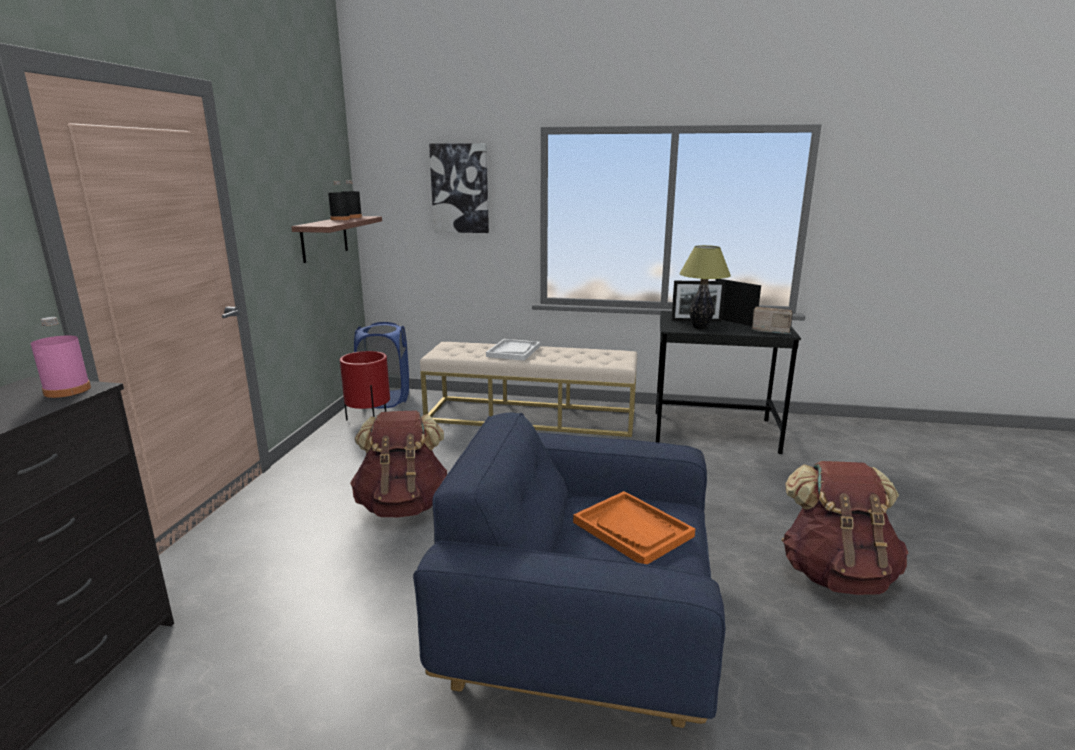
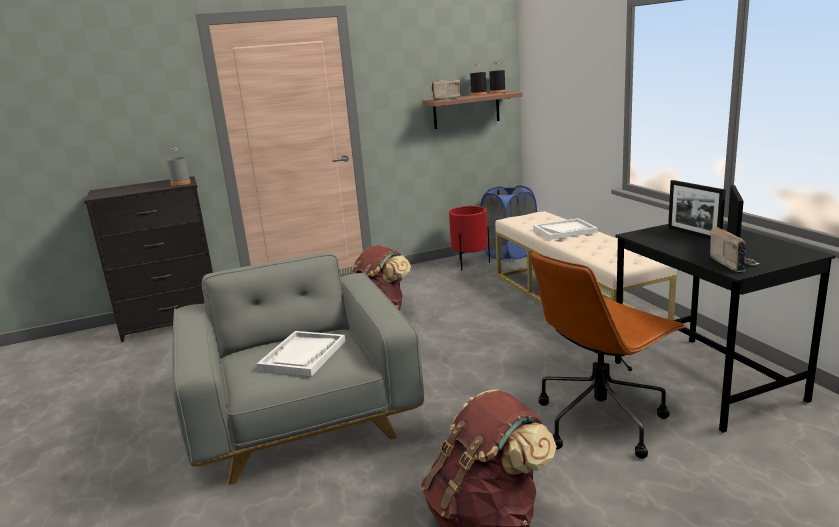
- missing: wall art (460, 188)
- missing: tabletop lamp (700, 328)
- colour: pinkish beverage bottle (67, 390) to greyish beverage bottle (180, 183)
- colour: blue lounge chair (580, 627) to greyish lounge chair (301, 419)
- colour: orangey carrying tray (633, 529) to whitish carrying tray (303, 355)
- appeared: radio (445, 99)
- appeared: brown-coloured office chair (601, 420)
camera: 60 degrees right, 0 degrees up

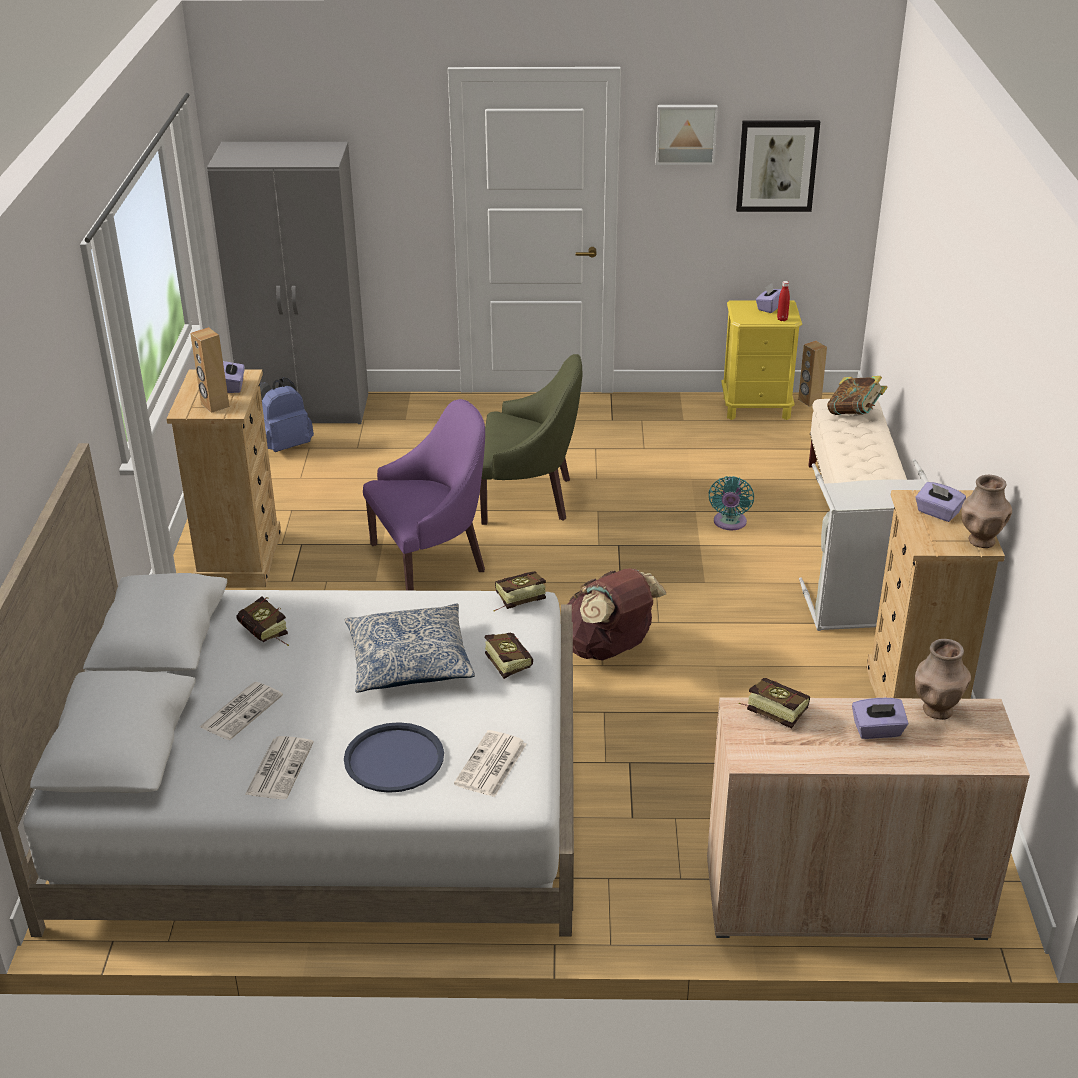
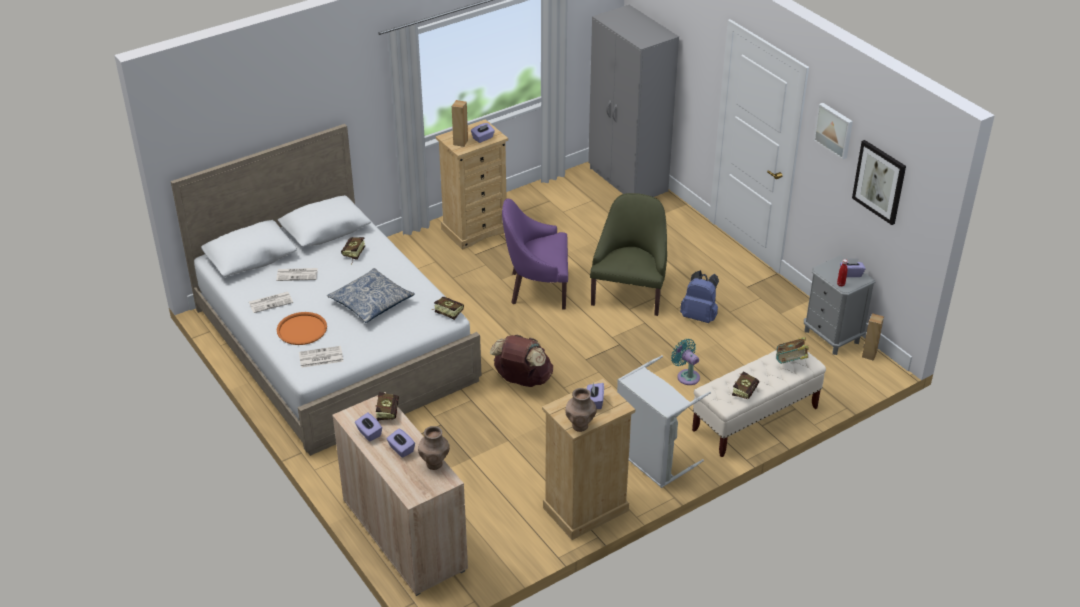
- colour: yellow nightstand (756, 408) to greyish nightstand (832, 336)
- spun: greenish lounge chair (529, 498) = (629, 293) 135 degrees counterclockwise
- relocated: blue knapsack (285, 445) to (699, 316)
- spun: purple lounge chair (431, 560) = (537, 288) 150 degrees clockwise
- spun: turquoise-coloured fan (729, 523) = (686, 376) 75 degrees clockwise
- relocated: volume (506, 662) to (746, 391)
- colour: blue carrying tray (394, 759) to orangey carrying tray (302, 329)
- appeared: purple box of tissues (369, 433)
camera: 55 degrees right, 5 degrees up

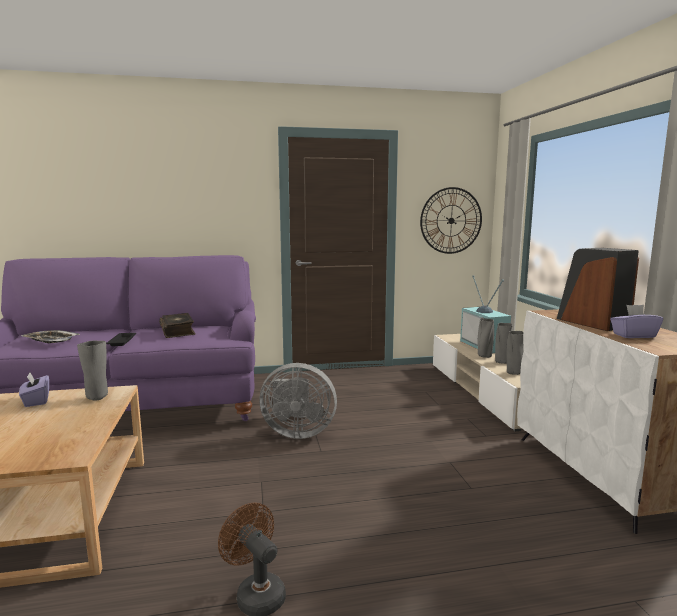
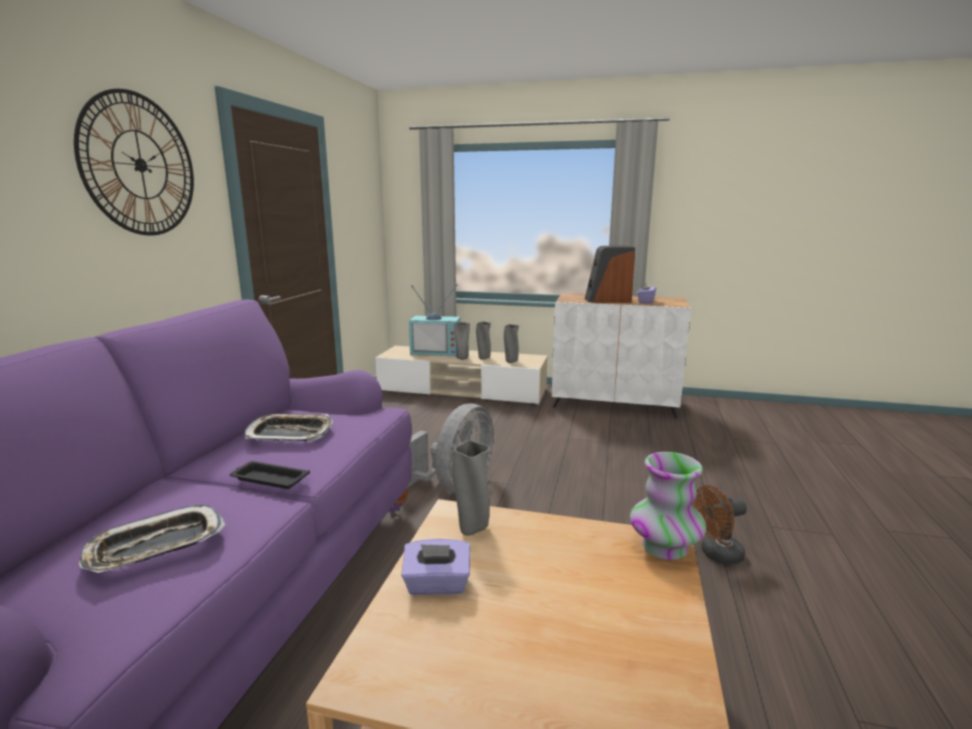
- relocated: hanging clock (451, 220) to (140, 165)
- exchanged: volume (178, 331) to carrying tray (290, 433)
- appeared: decorative vase (664, 547)
camera: 65 degrees left, 5 degrees up

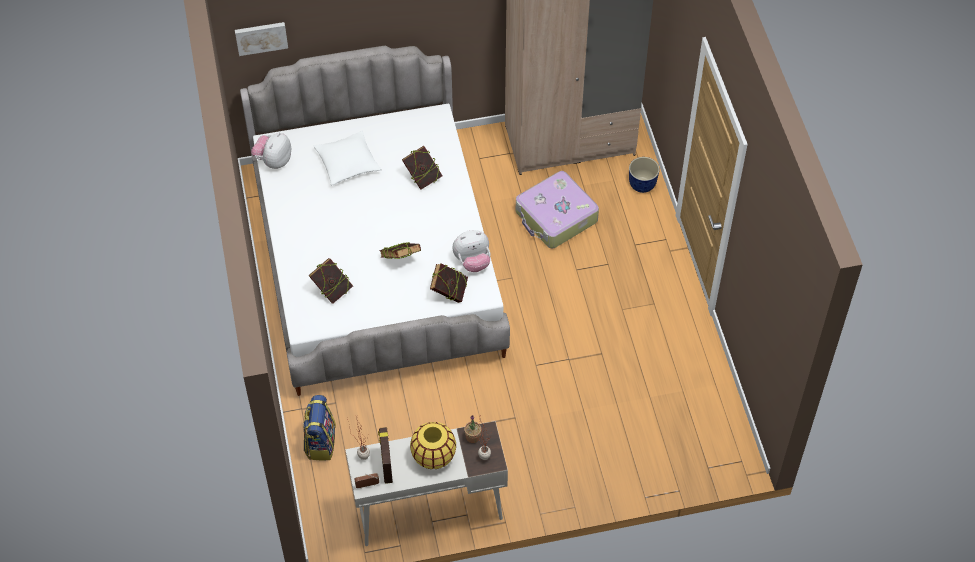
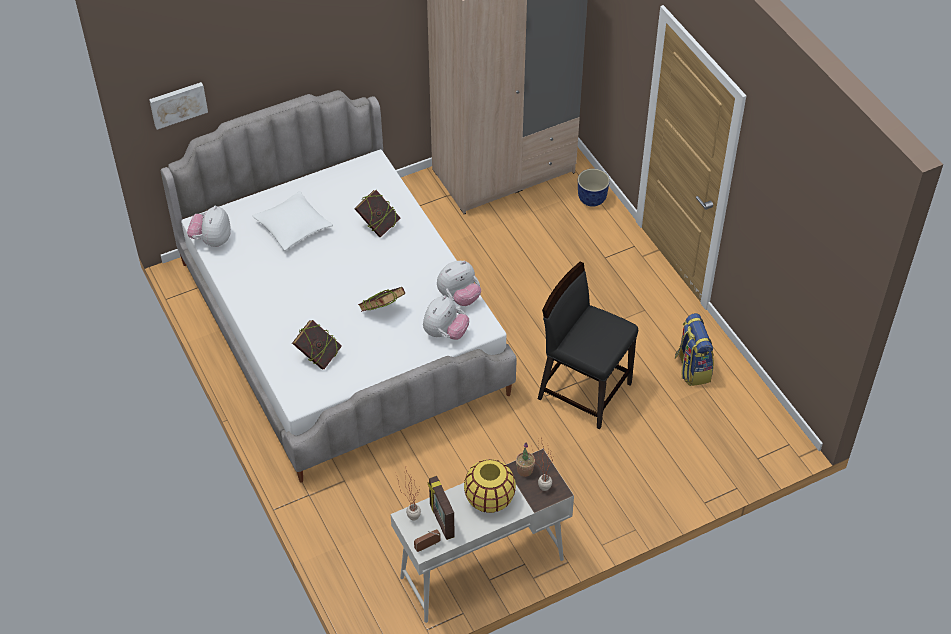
- missing: suitcase (556, 217)
- exchanged: volume (449, 293) to plush toy (445, 333)
- relocated: knapsack (320, 442) to (692, 368)
- appeared: blackish chair (584, 390)
camera: 15 degrees left, 5 degrees down

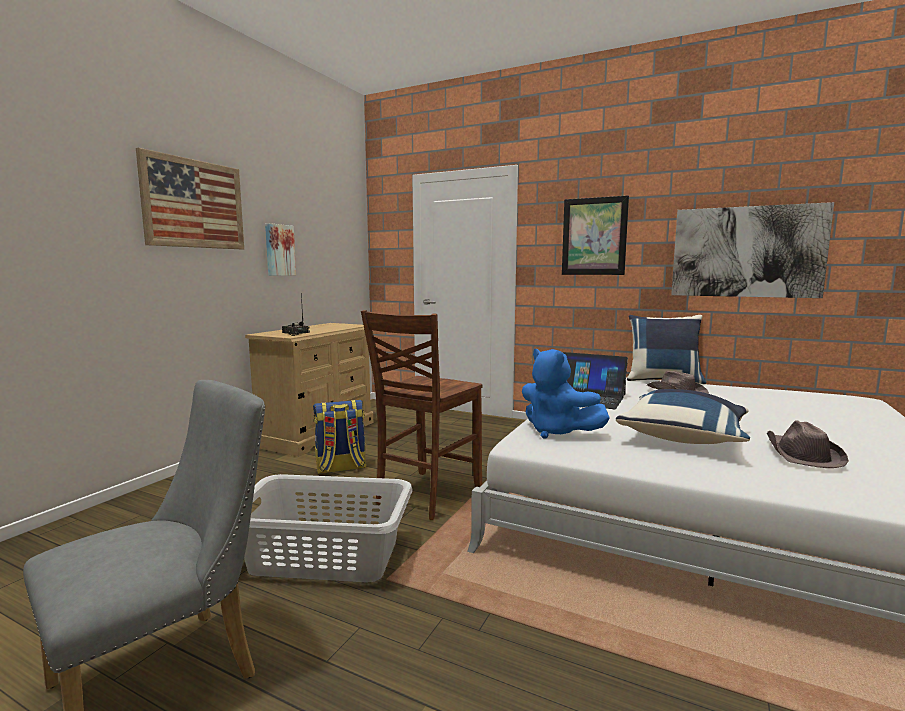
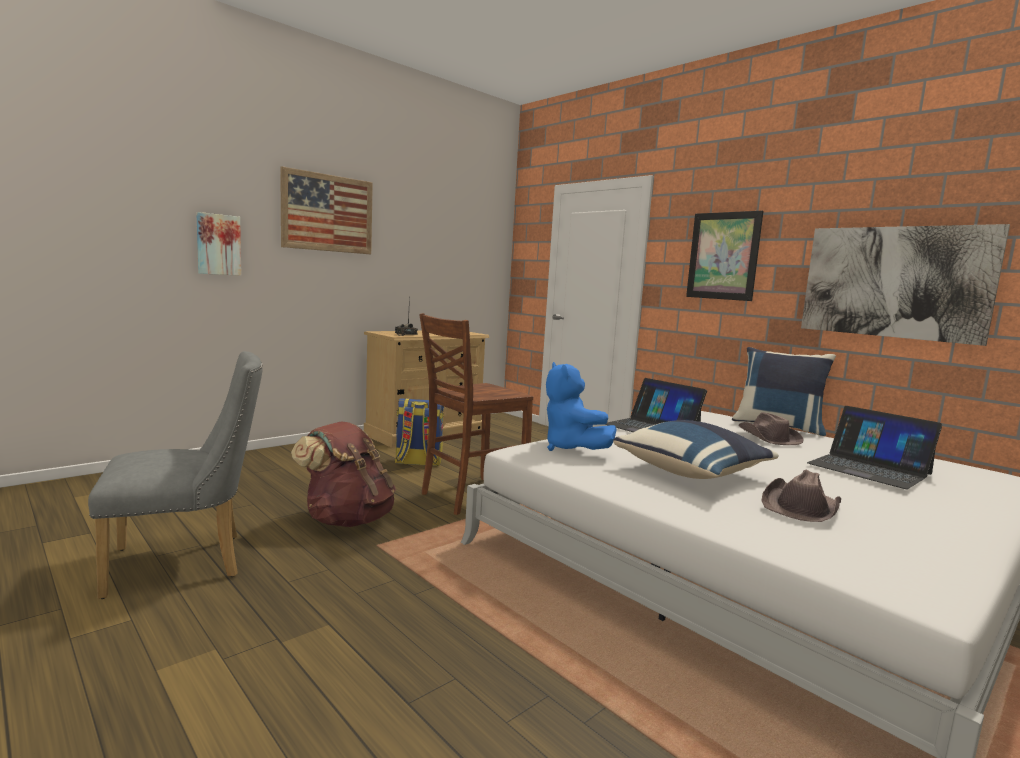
- relocated: wall art (279, 250) to (218, 244)
- exchanged: greyish washing basket (325, 555) to brown-coloured knapsack (347, 519)
- appeared: notebook computer (869, 468)
camera: 20 degrees right, 0 degrees up

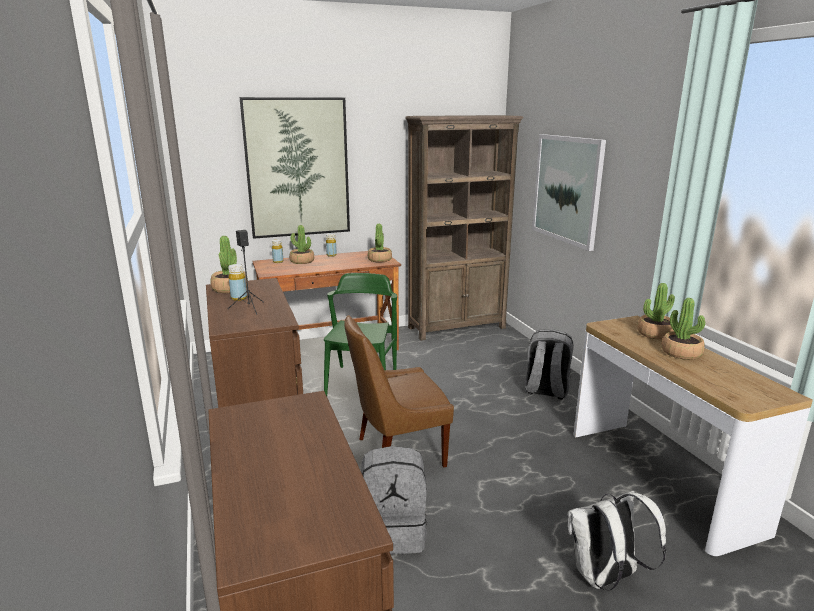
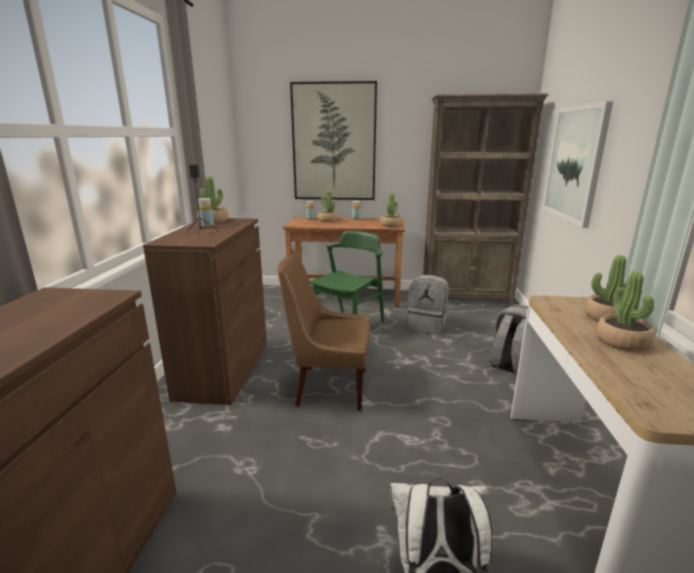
- relocated: greyish knapsack (394, 532) to (427, 326)
camera: 25 degrees right, 0 degrees up

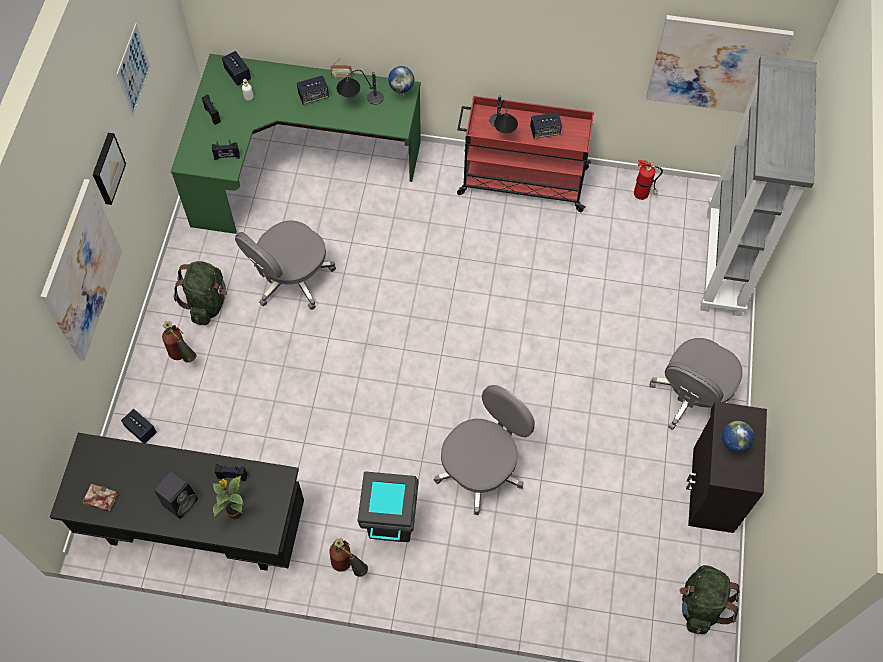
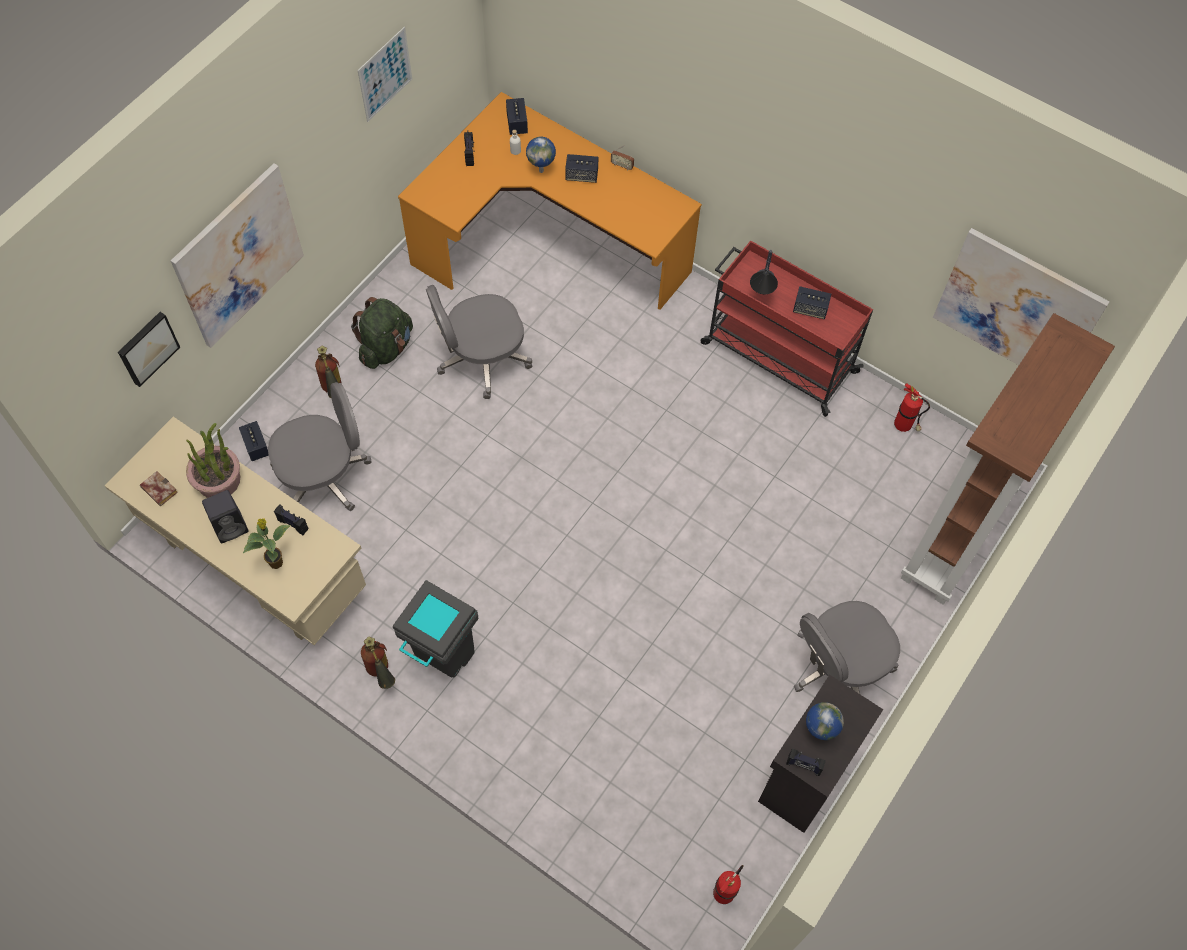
- colour: greenish desk table (295, 167) to orangey desk table (548, 246)
- colour: greyish bookcase (724, 263) to brown-coloured bookcase (957, 539)
- relocated: world globe (402, 95) to (541, 170)
- missing: tabletop lamp (359, 103)
- relocated: wall art (106, 168) to (147, 347)
- relocated: radio (227, 156) to (803, 766)
- relocated: greyish office chair (481, 469) to (324, 476)
- colour: blackish desk table (195, 529) to beige-coloured desk table (255, 567)
- exchanged: greenish knapsack (701, 605) to fire extinguisher (725, 891)
- appeared: potted plant (219, 480)
camera: 25 degrees right, 0 degrees up

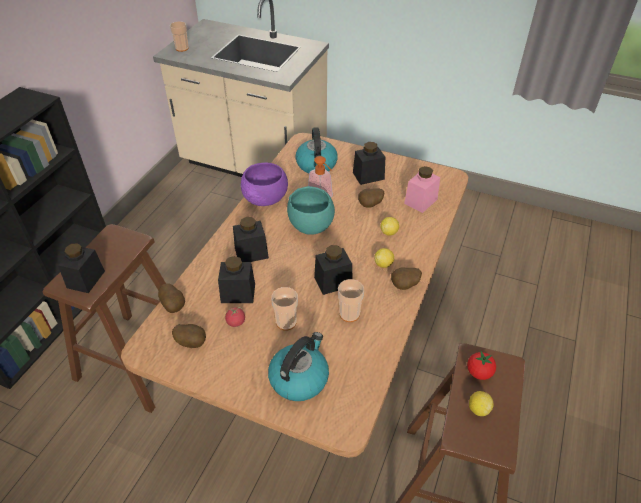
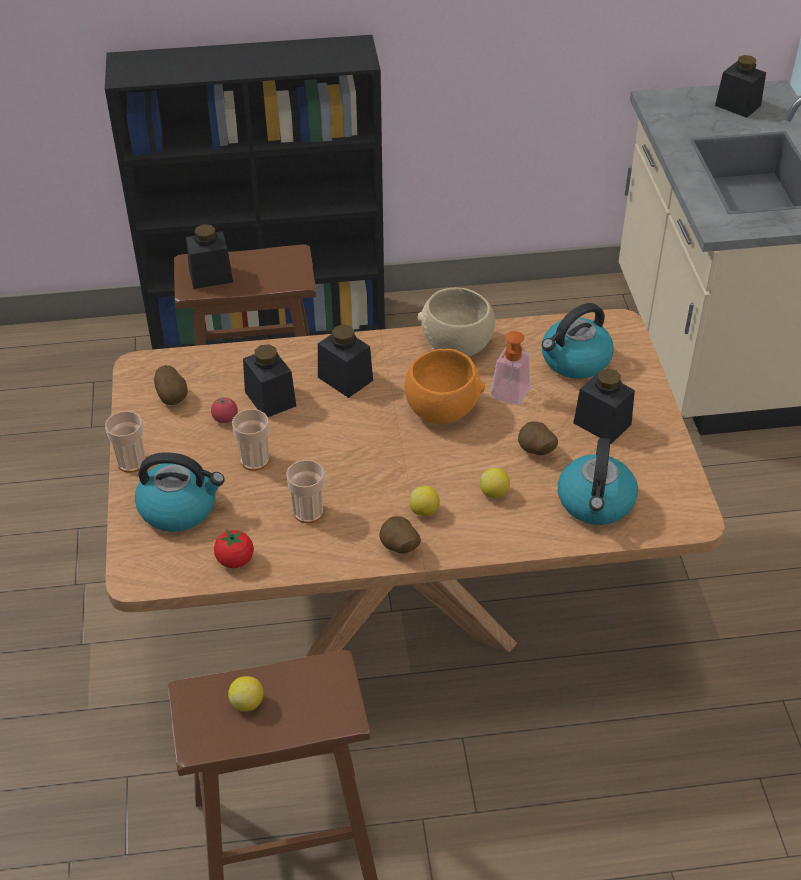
- relocated: cup (182, 48) to (131, 462)
- colour: purple serving bowl (265, 198) to beige-coloured serving bowl (456, 344)
- exchanged: pinkish storage jar (420, 201) to tea kettle (596, 503)
- colour: turquoise-coloured serving bowl (310, 224) to orangey serving bowl (442, 408)
- relocated: blackish storage jar (333, 281) to (737, 105)
- missing: potato (174, 306)
- relocated: whole tomato (479, 372) to (235, 560)
camera: 60 degrees right, 0 degrees up

